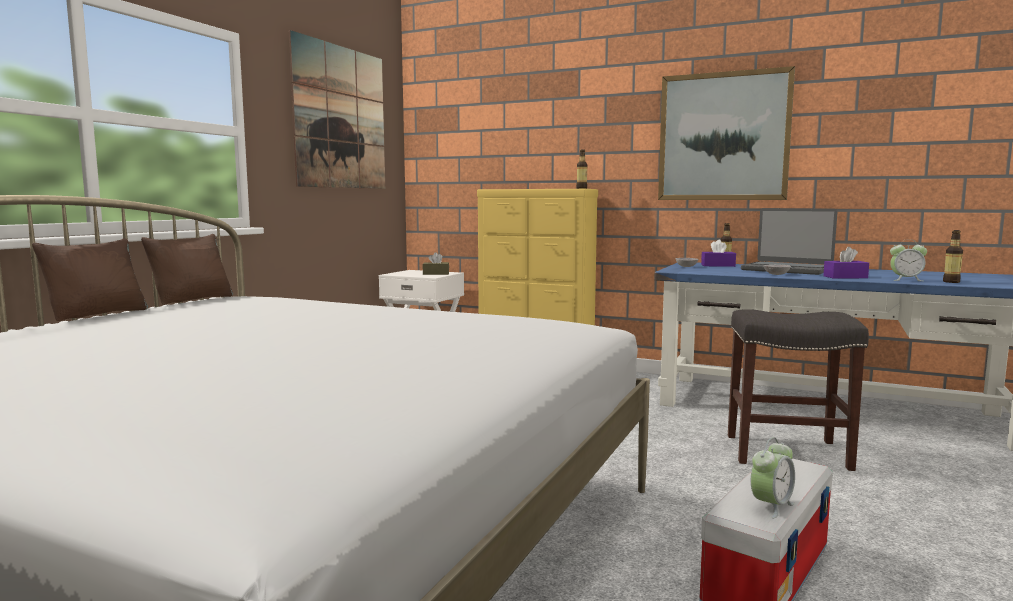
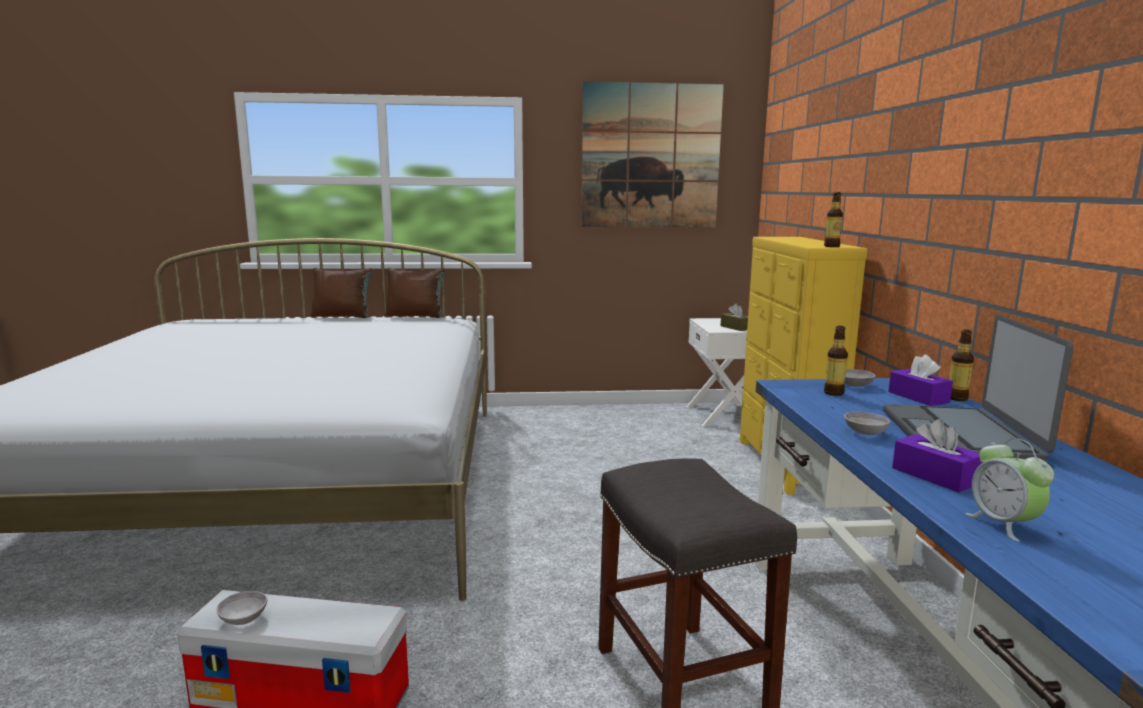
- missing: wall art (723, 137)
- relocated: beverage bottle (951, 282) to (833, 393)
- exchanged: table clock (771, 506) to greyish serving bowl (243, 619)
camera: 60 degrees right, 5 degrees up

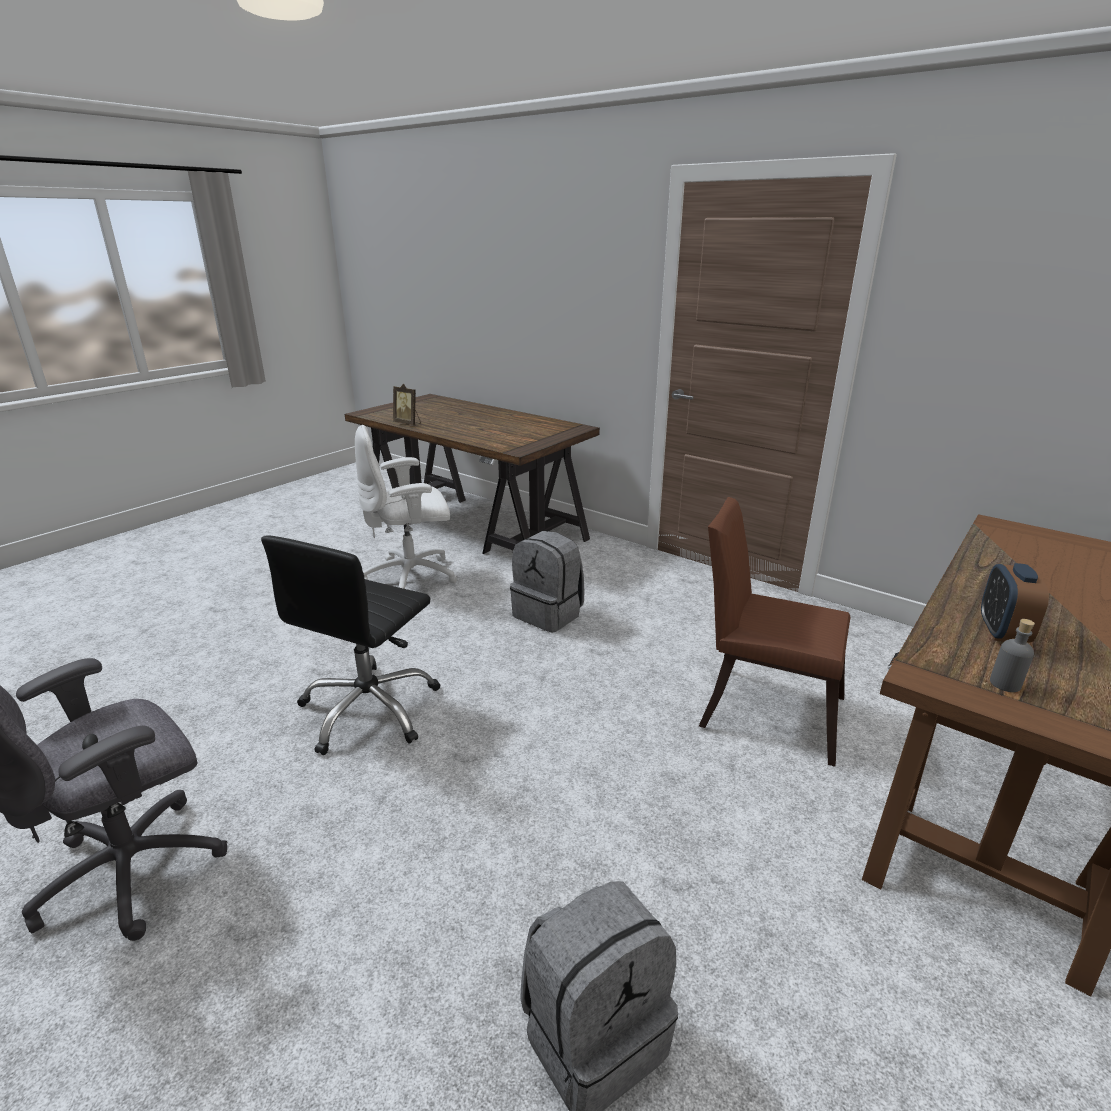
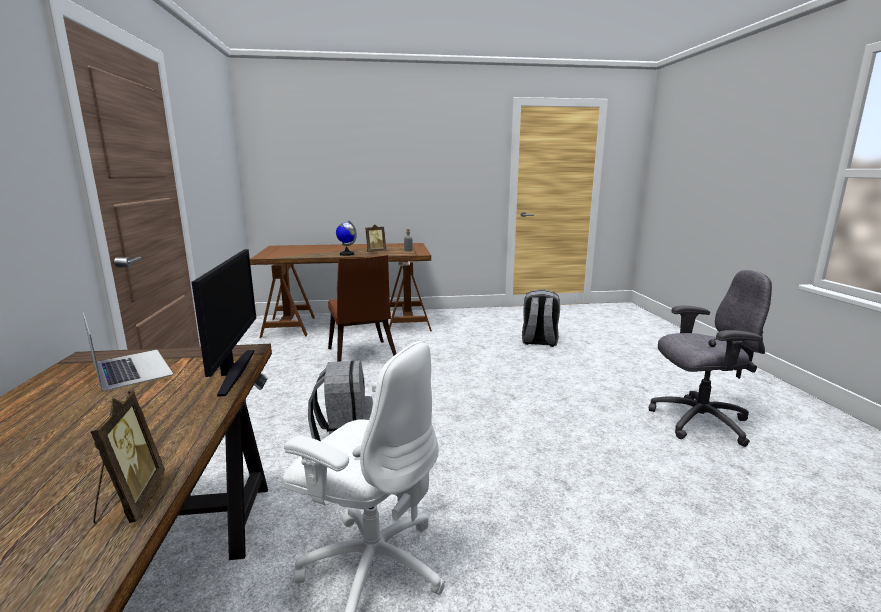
- missing: blackish office chair (370, 709)
- exchanged: table clock (1002, 632) to photo frame (375, 252)
- appeared: world globe (347, 254)
- appeared: computer screen (234, 371)
- appeared: notebook computer (131, 368)
camera: 135 degrees left, 10 degrees down

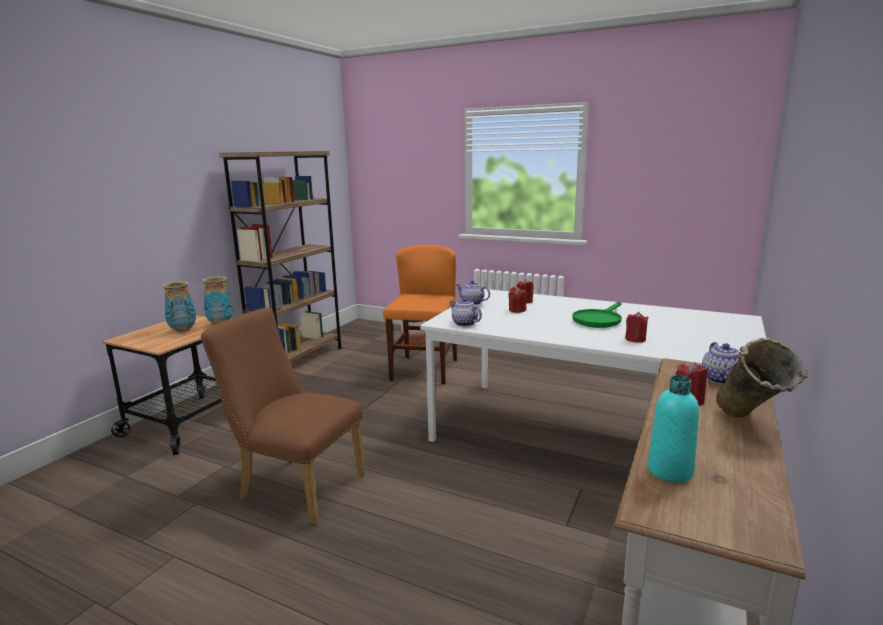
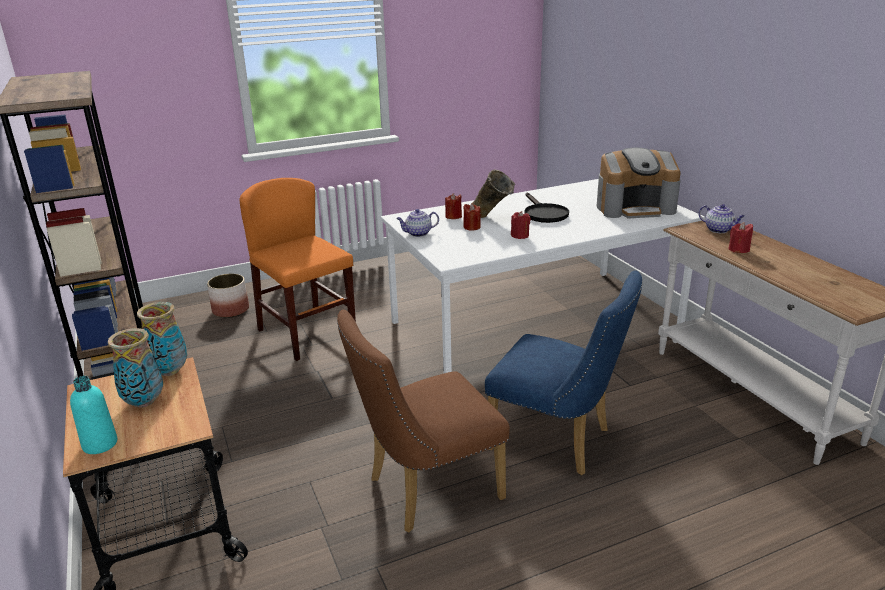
- missing: tea pot (464, 323)
- colour: greenish skillet (599, 319) to blackish skillet (543, 214)
- relocated: reddish wax candle (635, 339) to (520, 236)
- relocated: beige-coloured decorative vase (750, 425) to (492, 218)
- relocated: turquoise-coloured beverage bottle (670, 471) to (100, 444)
- appeared: coffee machine (635, 208)
- appeared: blue chair (558, 442)
camera: 50 degrees left, 10 degrees up

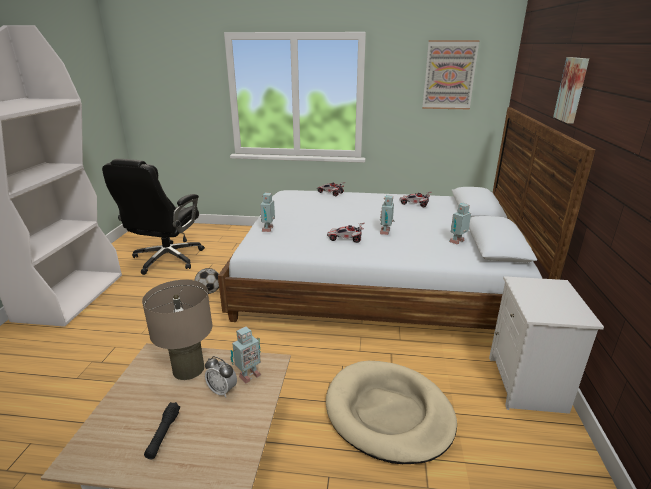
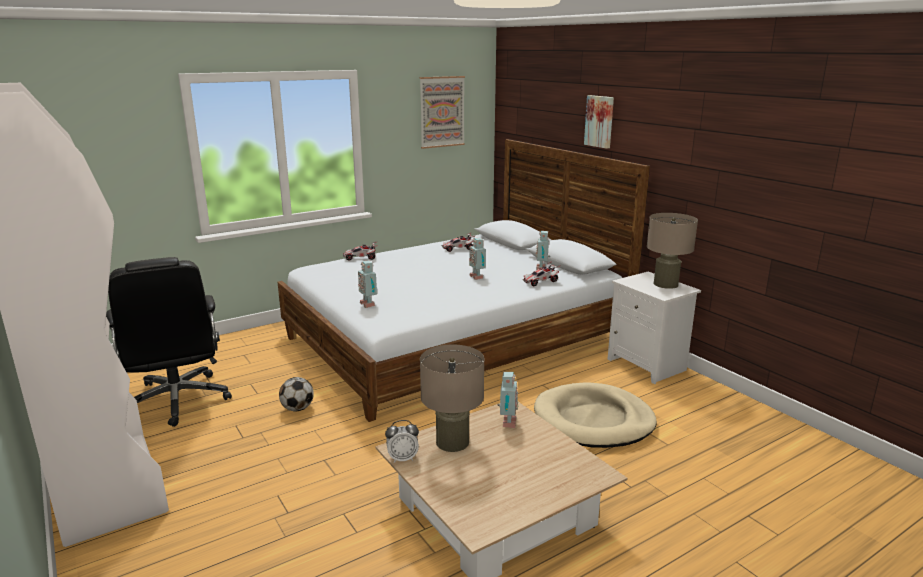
- relocated: miniature car (345, 239) to (540, 282)
- relocated: table clock (222, 390) to (403, 458)
- missing: blackish hand torch (163, 434)
- appeared: beige-coloured tabletop lamp (666, 284)
camera: 40 degrees left, 5 degrees down

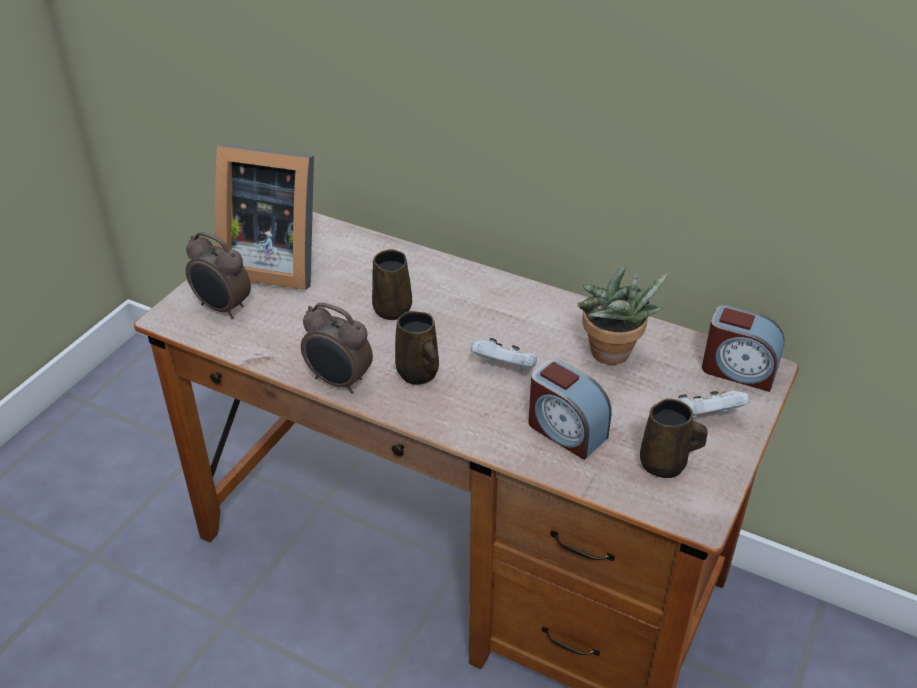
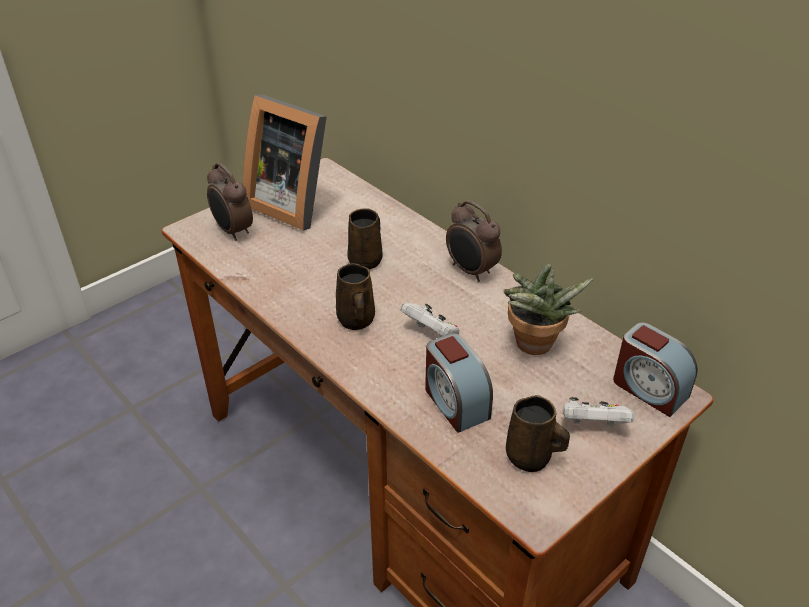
- relocated: table clock (339, 382) to (470, 271)
camera: 20 degrees right, 0 degrees up

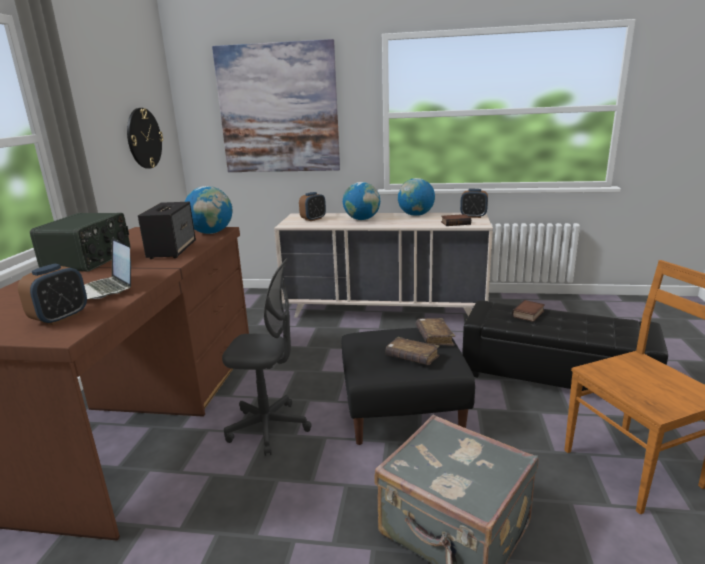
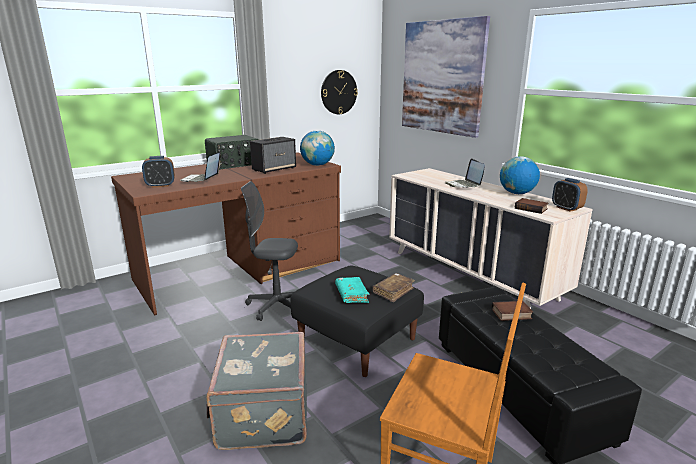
- exchanged: world globe (362, 219) to notebook computer (464, 185)
- missing: table clock (313, 219)
- spun: greyish office chair (268, 428) = (276, 306) 135 degrees clockwise
- colour: brown-coloured volume (412, 357) to turquoise-coloured volume (351, 295)
camera: 45 degrees right, 0 degrees up

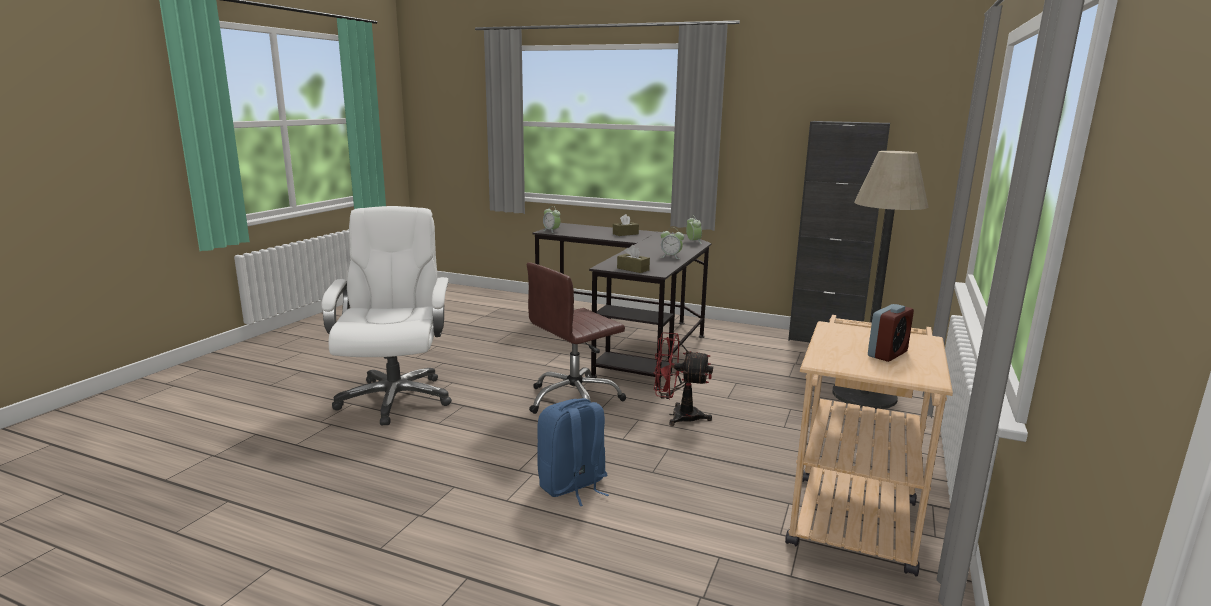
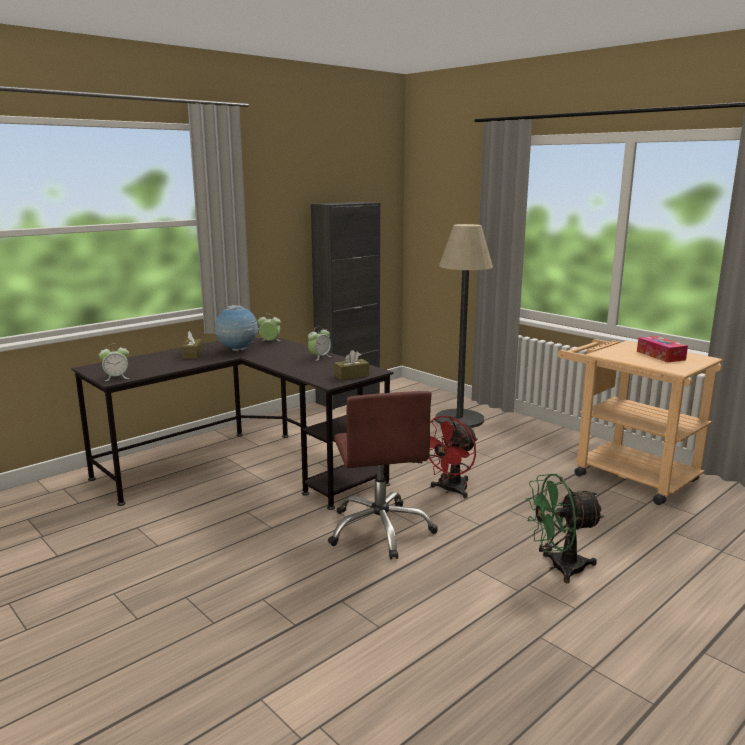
- missing: whitish office chair (395, 398)
- exchanged: table clock (887, 354) to box of tissues (660, 355)
- exchanged: blue knapsack (573, 486) to greenish fan (559, 568)
- appeared: world globe (237, 350)
camera: 65 degrees left, 0 degrees up

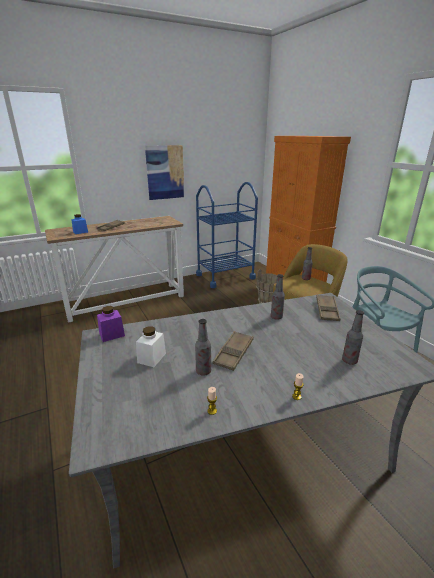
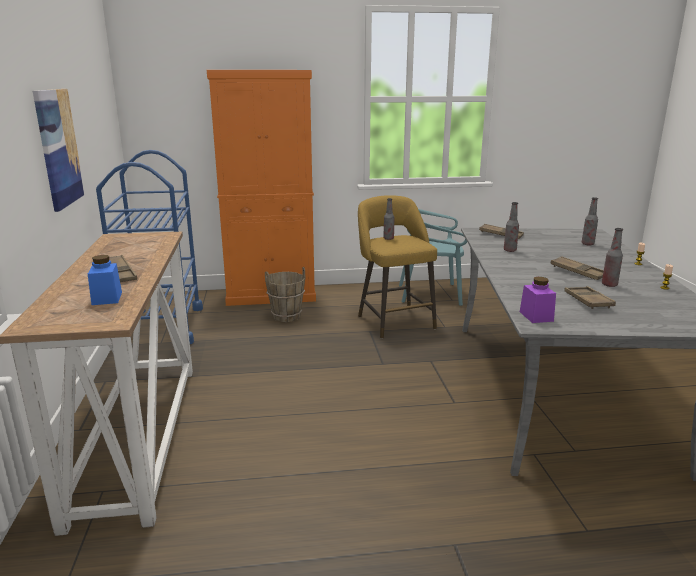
- exchanged: whitish storage jar (151, 358) to brown-coloured carrying tray (588, 301)
camera: 70 degrees left, 5 degrees down

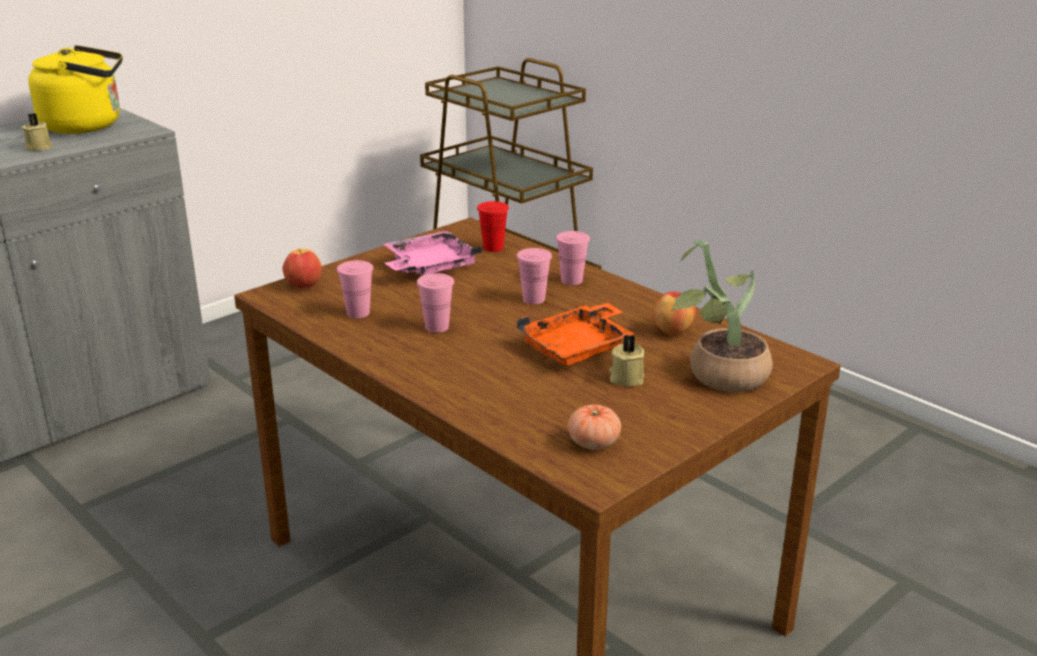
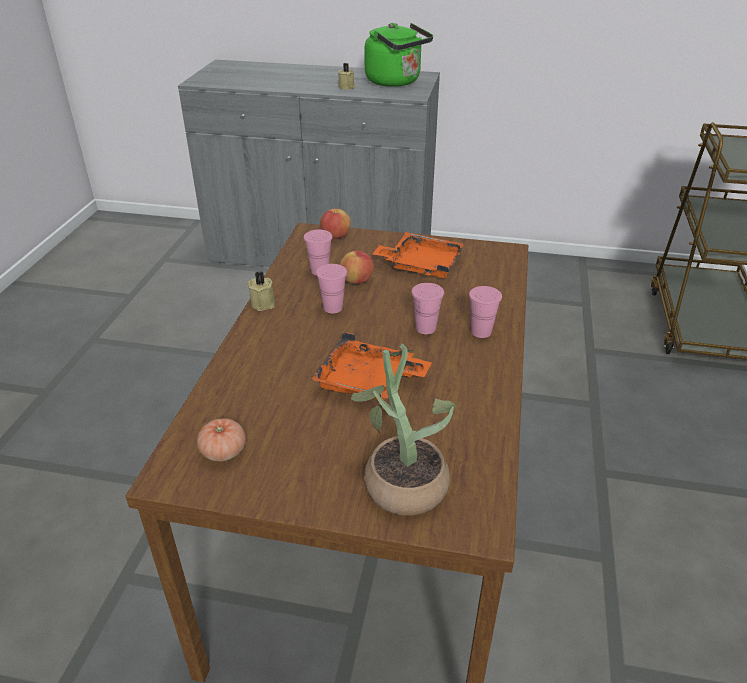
- colour: yellow tea kettle (87, 126) to greenish tea kettle (396, 82)
- missing: reddish cup (493, 248)
- colour: pinkish carrying tray (429, 267) to orangey carrying tray (421, 265)
- relocated: apple (672, 331) to (357, 281)
- relocated: beige-coloured wax candle (626, 378) to (264, 303)
camera: 55 degrees right, 10 degrees up

